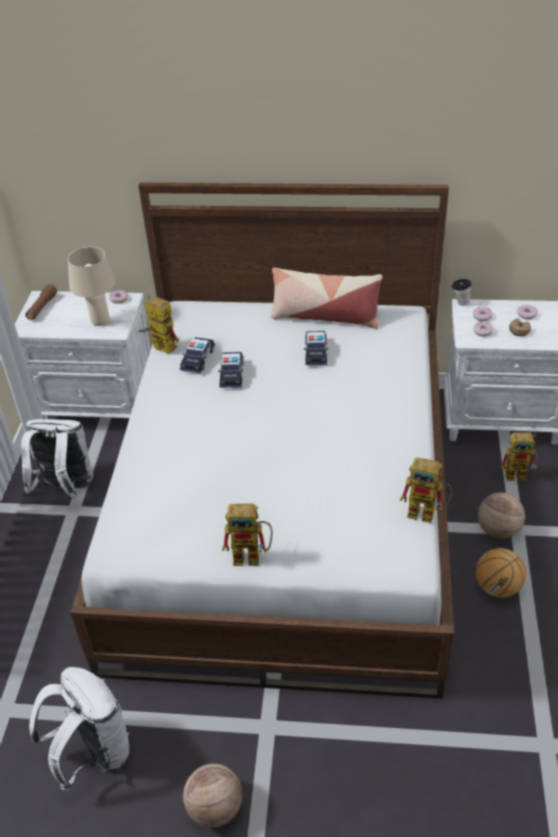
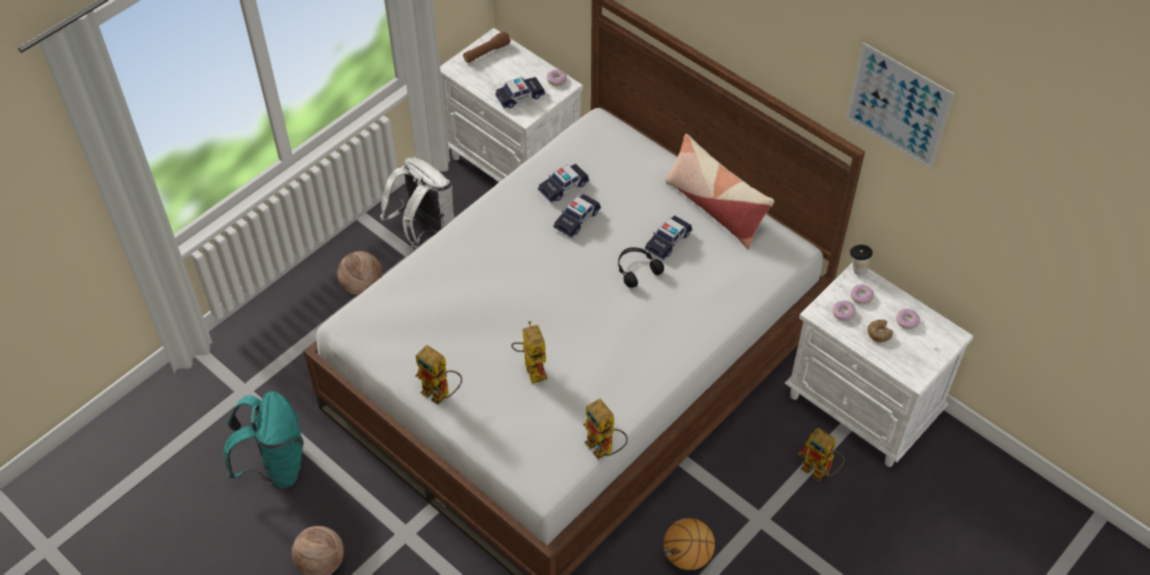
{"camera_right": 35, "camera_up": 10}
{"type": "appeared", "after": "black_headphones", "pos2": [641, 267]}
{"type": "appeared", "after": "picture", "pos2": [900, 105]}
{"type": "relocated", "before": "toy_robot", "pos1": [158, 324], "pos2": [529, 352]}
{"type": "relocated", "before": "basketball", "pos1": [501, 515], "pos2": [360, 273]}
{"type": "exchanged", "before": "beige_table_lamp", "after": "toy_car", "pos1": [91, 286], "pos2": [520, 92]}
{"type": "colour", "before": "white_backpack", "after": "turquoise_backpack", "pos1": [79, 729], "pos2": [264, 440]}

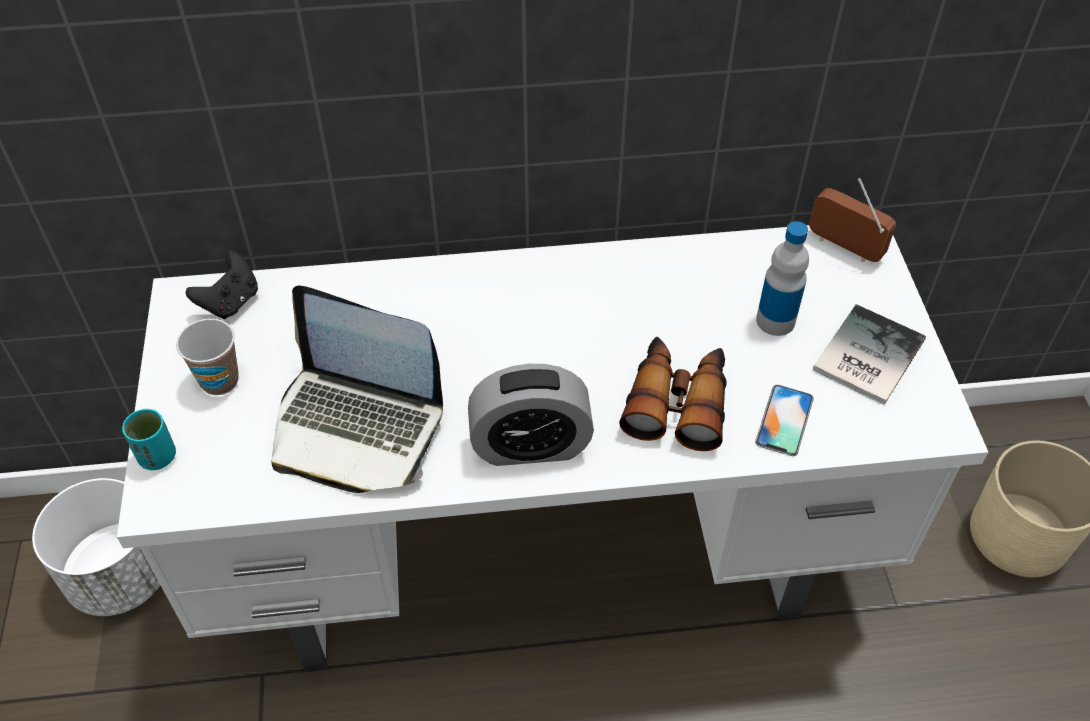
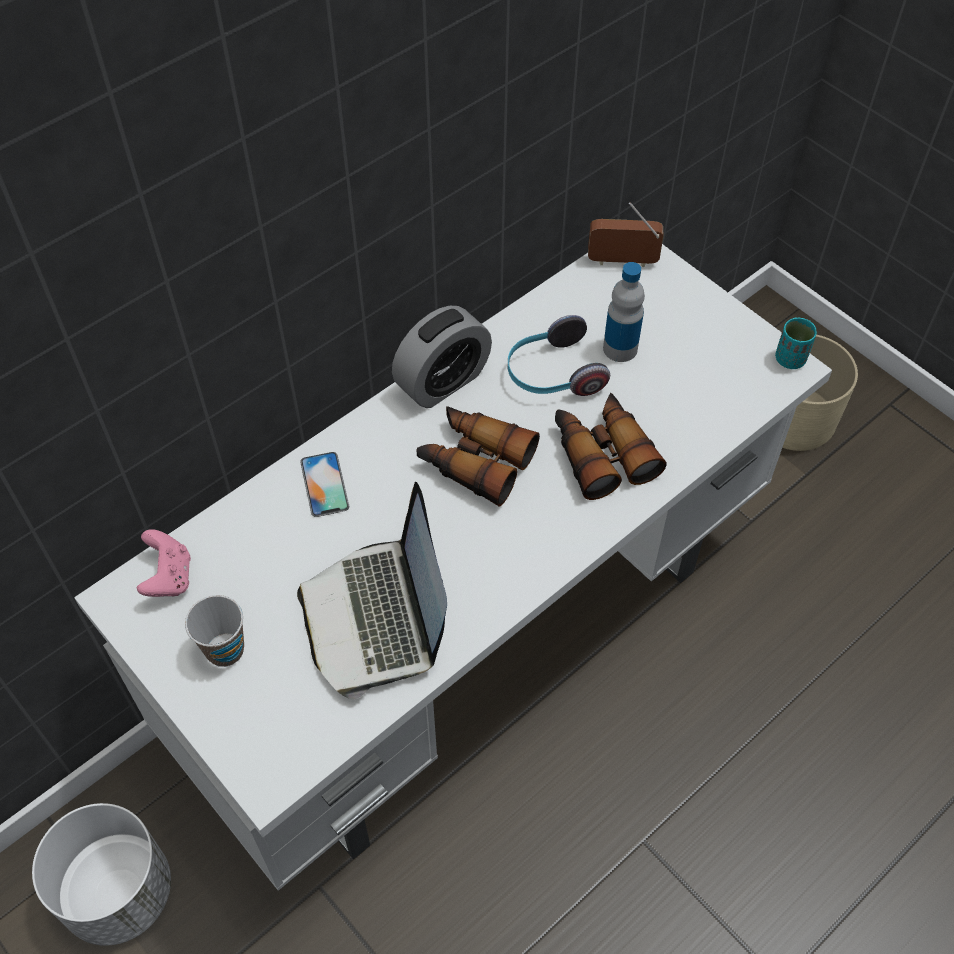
{"camera_right": -35, "camera_up": 5}
{"type": "missing", "before": "book", "pos1": [869, 354]}
{"type": "appeared", "after": "binoculars", "pos2": [478, 456]}
{"type": "appeared", "after": "headphones", "pos2": [559, 355]}
{"type": "relocated", "before": "turquoise_cup", "pos1": [149, 439], "pos2": [796, 343]}
{"type": "relocated", "before": "alarm_clock", "pos1": [531, 415], "pos2": [442, 357]}
{"type": "relocated", "before": "phone", "pos1": [784, 420], "pos2": [324, 484]}
{"type": "colour", "before": "black_game_controller", "after": "pink_game_controller", "pos1": [222, 284], "pos2": [164, 563]}
{"type": "spun", "before": "laptop", "pos1": [357, 389], "pos2": [372, 590], "turn": 90}

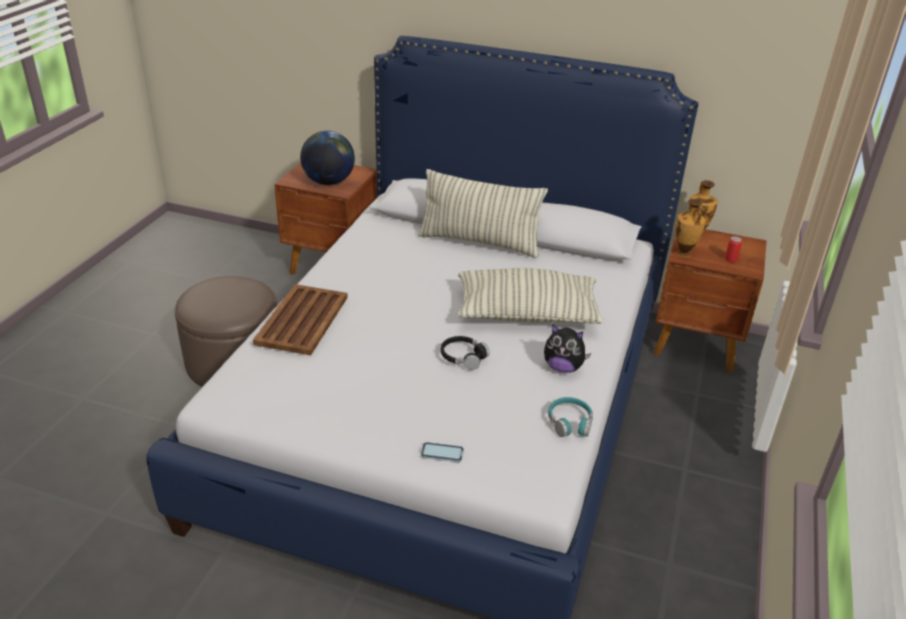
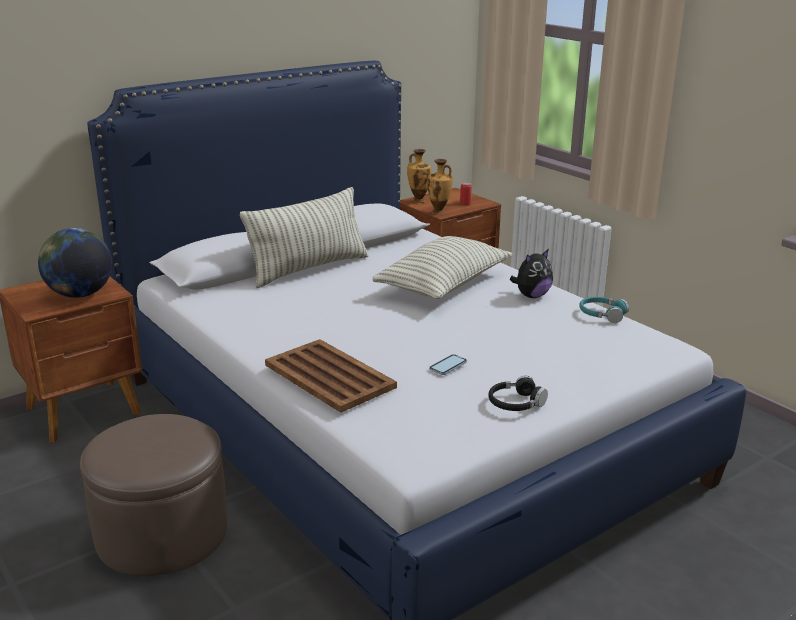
{"camera_right": -55, "camera_up": -10}
{"type": "relocated", "before": "phone", "pos1": [442, 452], "pos2": [448, 364]}
{"type": "relocated", "before": "black_headphones", "pos1": [465, 353], "pos2": [518, 393]}

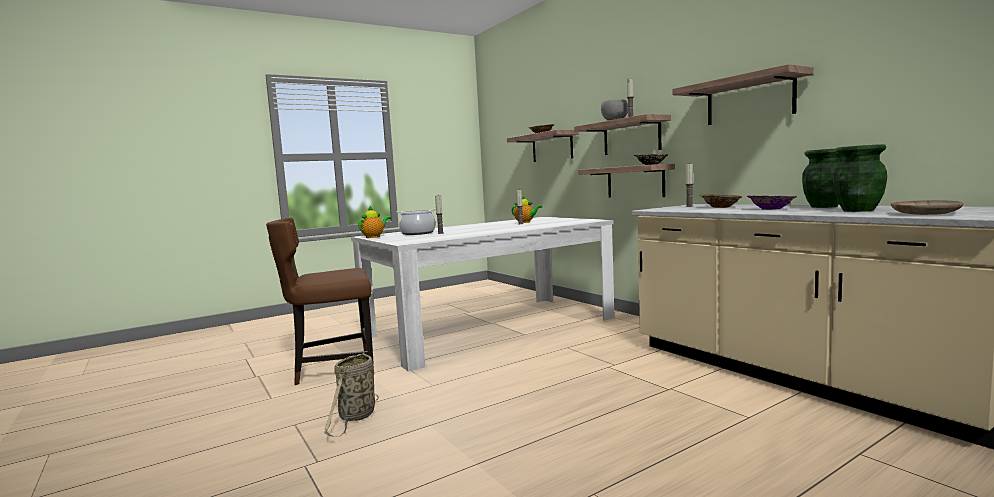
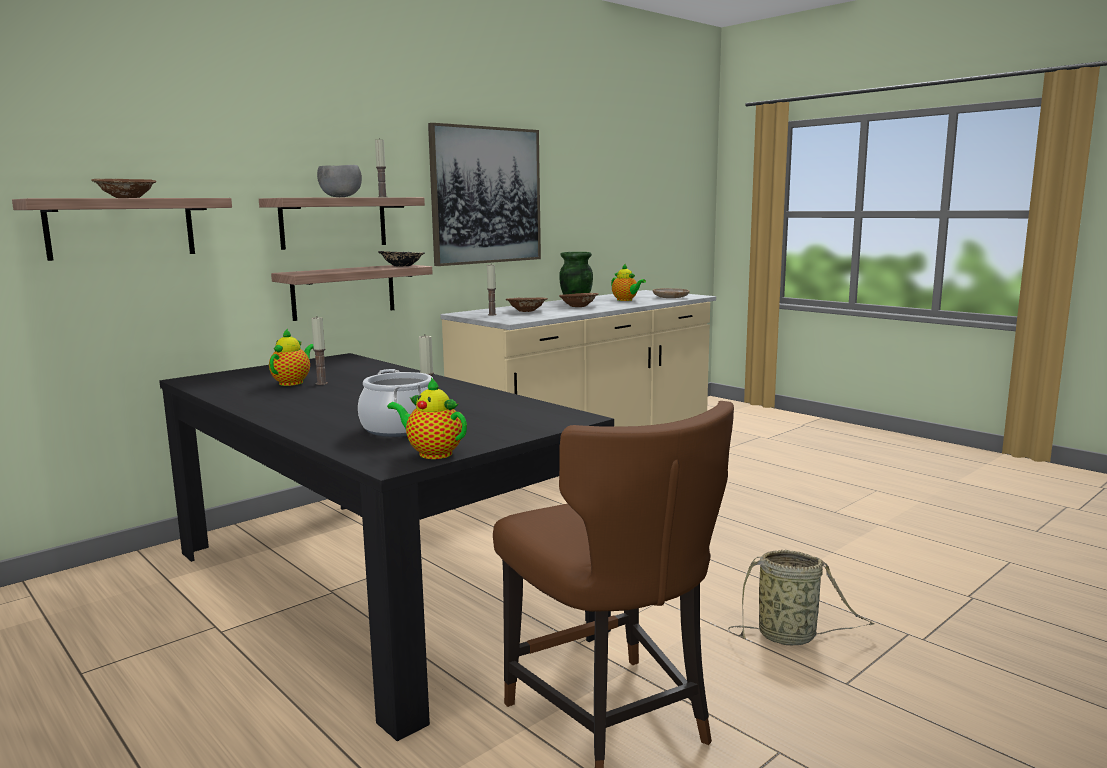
{"camera_right": -100, "camera_up": 5}
{"type": "exchanged", "before": "shelf", "after": "picture", "pos1": [742, 94], "pos2": [484, 194]}
{"type": "exchanged", "before": "green_vase", "after": "teapot", "pos1": [860, 178], "pos2": [628, 282]}
{"type": "colour", "before": "white_dining_table", "after": "black_dining_table", "pos1": [483, 294], "pos2": [386, 547]}
{"type": "colour", "before": "purple_bowl", "after": "brown_bowl", "pos1": [772, 202], "pos2": [579, 300]}

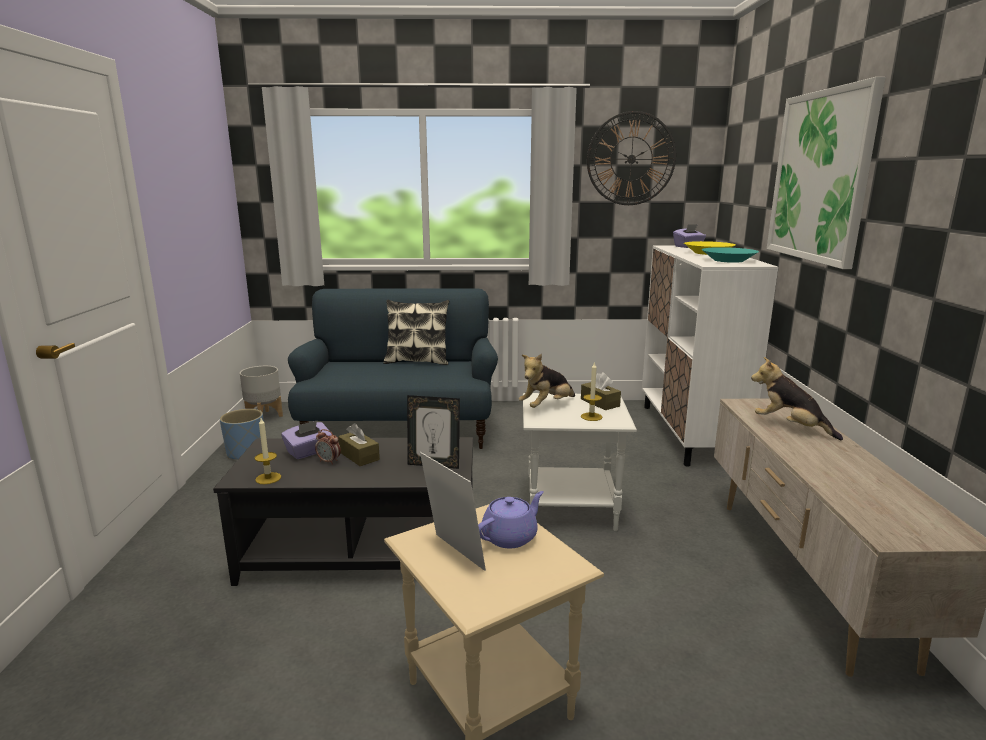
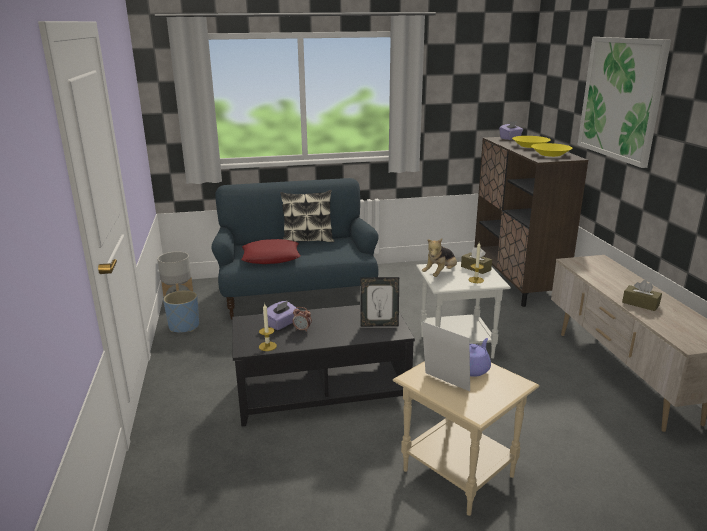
{"camera_right": -10, "camera_up": 5}
{"type": "missing", "before": "wall_clock", "pos1": [631, 158]}
{"type": "missing", "before": "plush_toy", "pos1": [797, 398]}
{"type": "appeared", "after": "red_pillow", "pos2": [271, 251]}
{"type": "relocated", "before": "brown_tissue_box", "pos1": [359, 444], "pos2": [642, 295]}
{"type": "colour", "before": "white_cabinet", "after": "brown_cabinet", "pos1": [710, 356], "pos2": [531, 222]}
{"type": "colour", "before": "turquoise_bowl", "after": "yellow_bowl", "pos1": [730, 255], "pos2": [552, 150]}

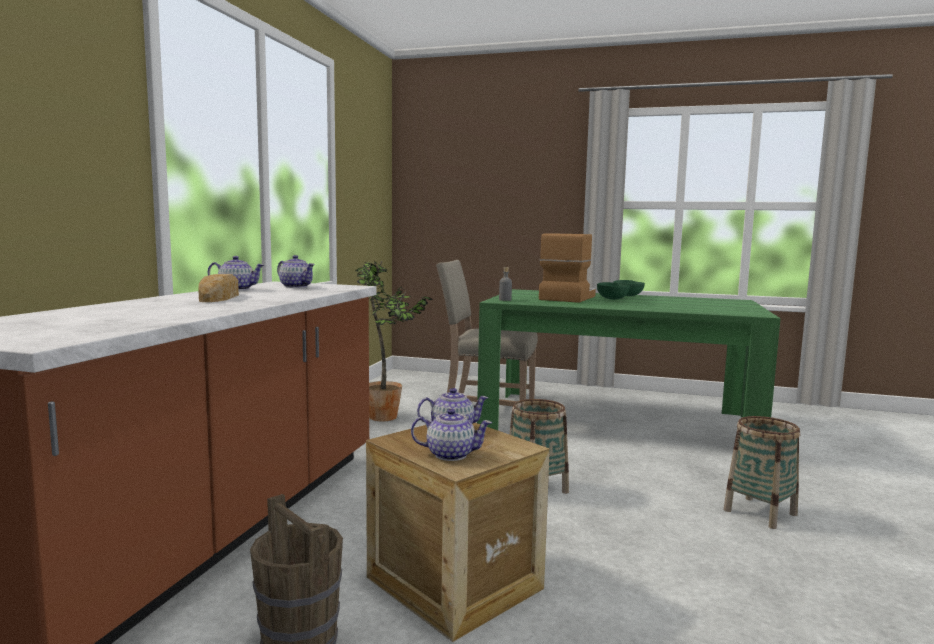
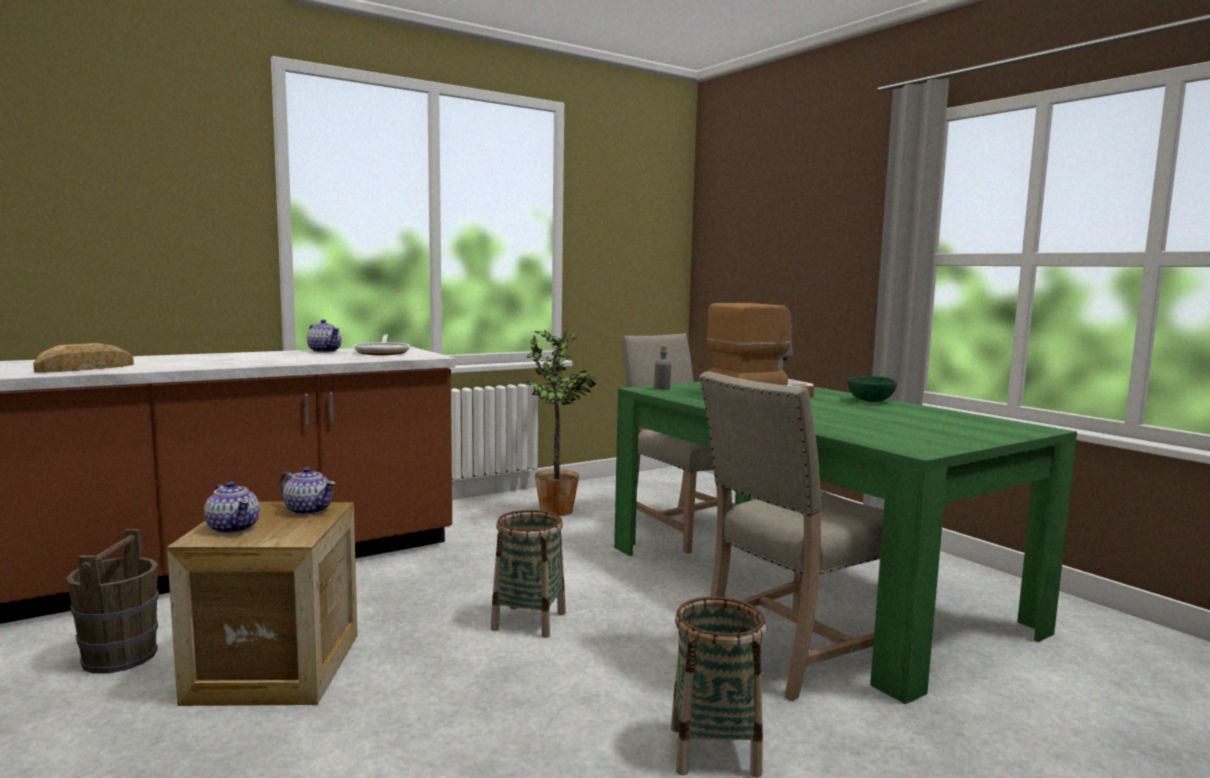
{"camera_right": 40, "camera_up": 0}
{"type": "missing", "before": "green_bowl", "pos1": [613, 291]}
{"type": "appeared", "after": "beige_chair", "pos2": [791, 536]}
{"type": "relocated", "before": "bread", "pos1": [218, 288], "pos2": [83, 358]}
{"type": "exchanged", "before": "teapot", "after": "frying_pan", "pos1": [296, 271], "pos2": [382, 344]}

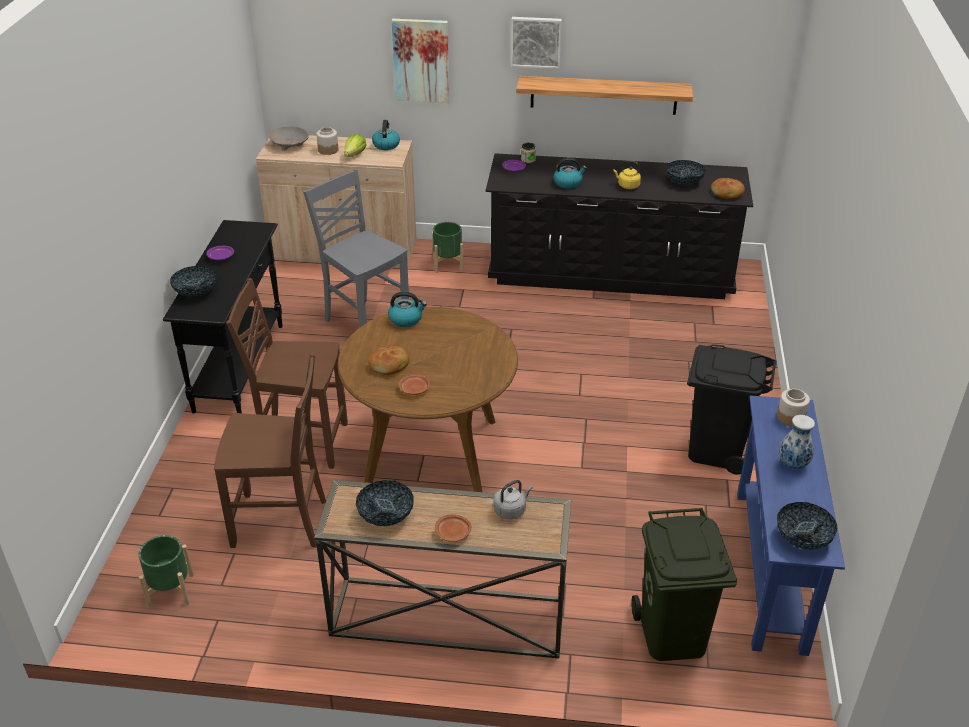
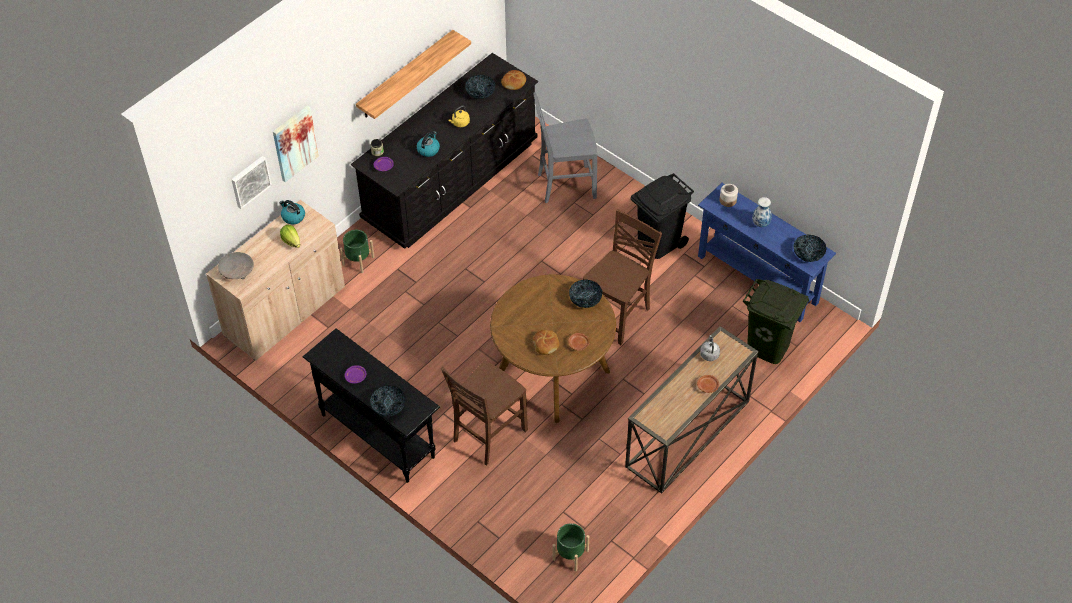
{"camera_right": -55, "camera_up": 15}
{"type": "missing", "before": "jar", "pos1": [327, 141]}
{"type": "missing", "before": "kettle", "pos1": [407, 309]}
{"type": "relocated", "before": "brown_chair", "pos1": [270, 450], "pos2": [622, 277]}
{"type": "relocated", "before": "grey_chair", "pos1": [356, 248], "pos2": [565, 147]}
{"type": "relocated", "before": "bowl", "pos1": [385, 503], "pos2": [585, 293]}
{"type": "relocated", "before": "picture", "pos1": [536, 43], "pos2": [251, 182]}

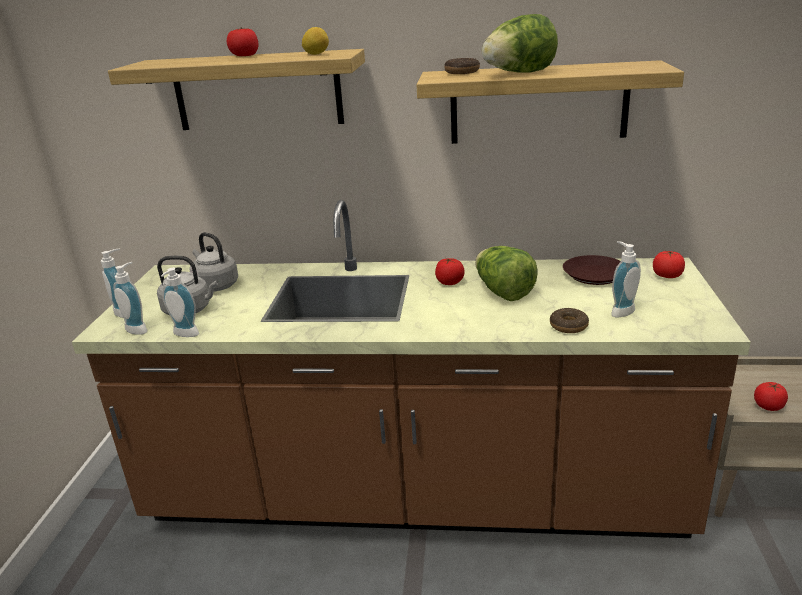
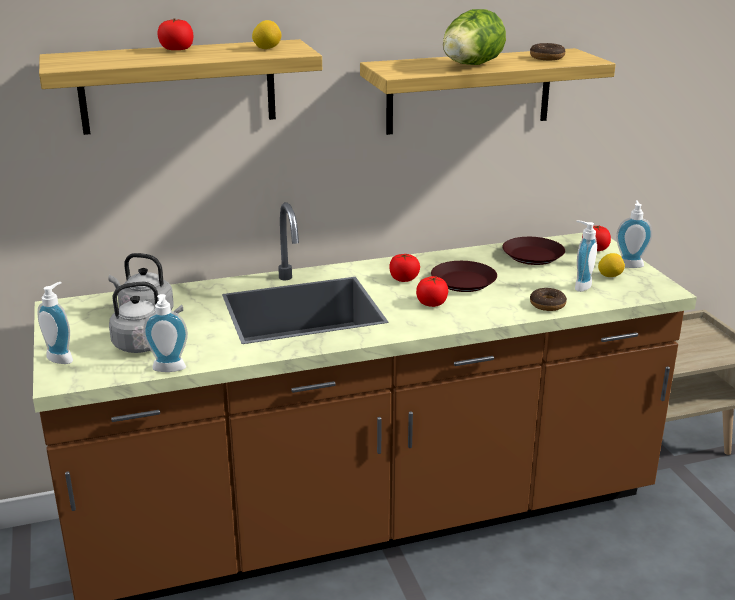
{"camera_right": -25, "camera_up": 0}
{"type": "appeared", "after": "lemon", "pos2": [611, 265]}
{"type": "relocated", "before": "soap_dispenser", "pos1": [130, 298], "pos2": [634, 234]}
{"type": "relocated", "before": "donut", "pos1": [462, 66], "pos2": [547, 51]}
{"type": "relocated", "before": "tomato", "pos1": [771, 396], "pos2": [432, 291]}
{"type": "exchanged", "before": "lettuce", "after": "brown_plate", "pos1": [506, 273], "pos2": [464, 276]}

